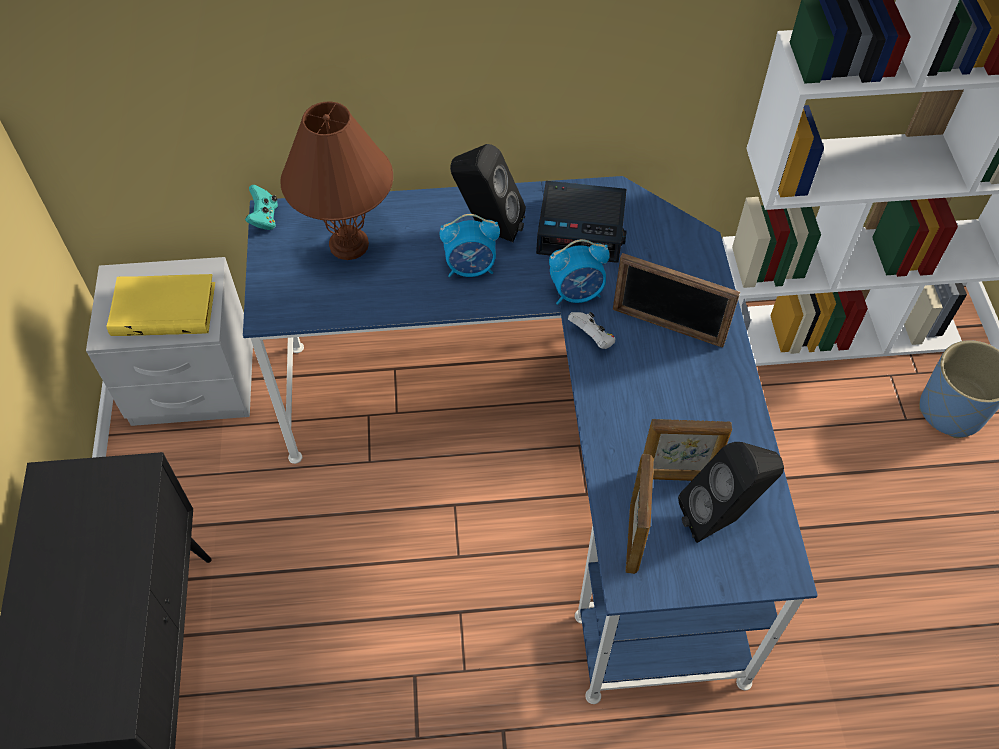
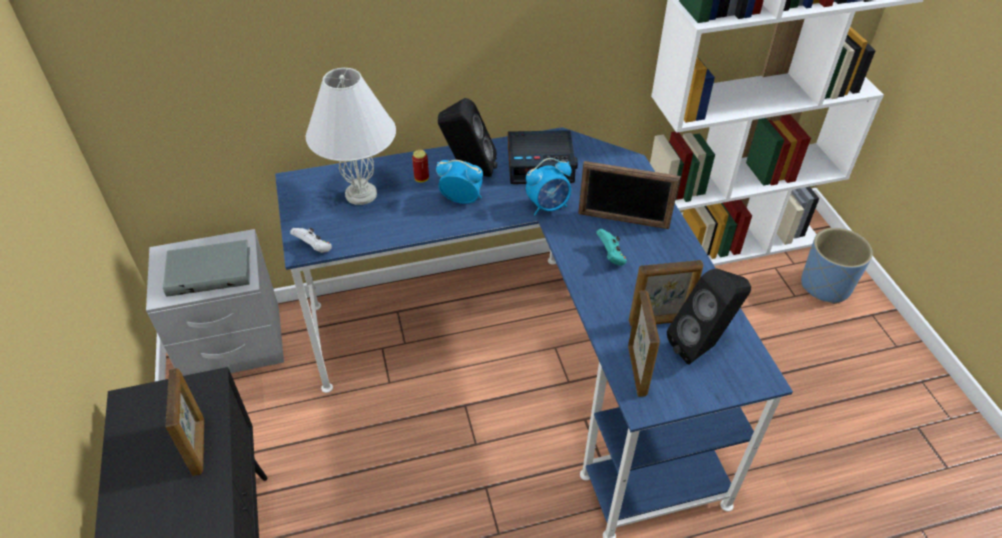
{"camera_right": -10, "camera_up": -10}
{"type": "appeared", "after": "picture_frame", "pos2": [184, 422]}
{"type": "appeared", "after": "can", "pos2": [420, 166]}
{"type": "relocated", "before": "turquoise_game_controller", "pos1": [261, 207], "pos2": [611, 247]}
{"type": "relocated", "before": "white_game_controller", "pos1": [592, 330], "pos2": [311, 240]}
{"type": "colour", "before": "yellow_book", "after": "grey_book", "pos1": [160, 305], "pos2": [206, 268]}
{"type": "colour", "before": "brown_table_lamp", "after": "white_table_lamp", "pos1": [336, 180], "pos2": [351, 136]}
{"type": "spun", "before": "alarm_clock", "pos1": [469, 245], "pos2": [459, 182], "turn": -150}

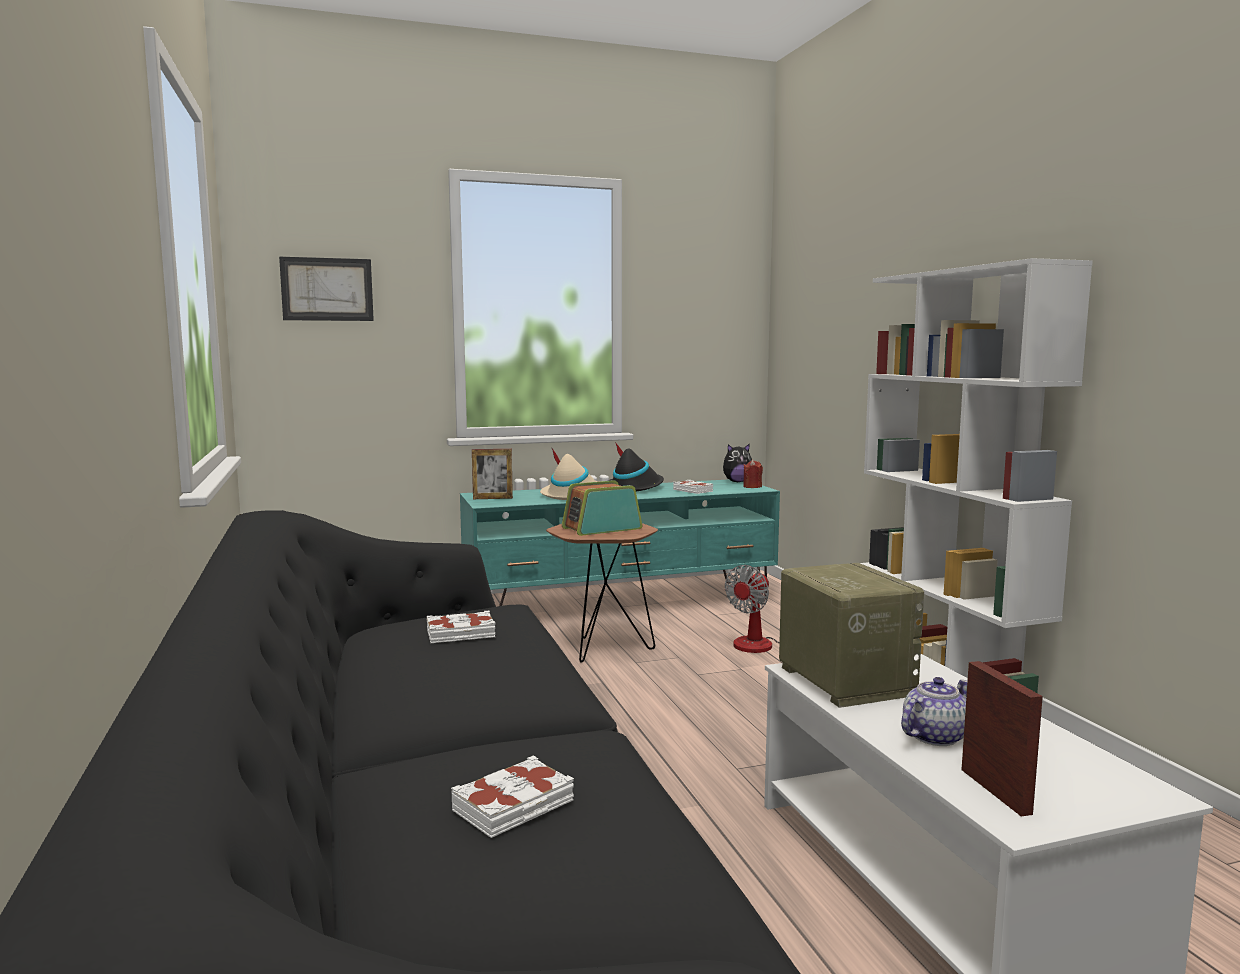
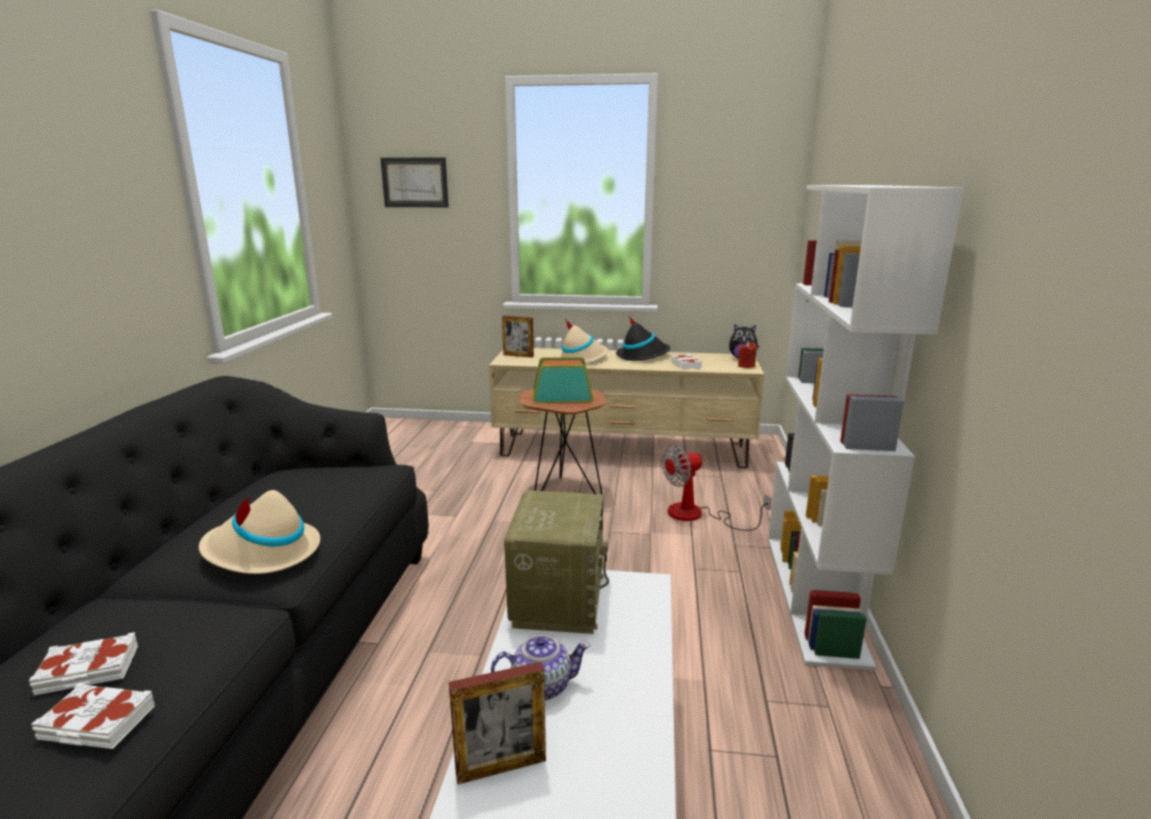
{"camera_right": 25, "camera_up": 10}
{"type": "appeared", "after": "beige_hat", "pos2": [259, 532]}
{"type": "relocated", "before": "white_book", "pos1": [461, 627], "pos2": [93, 716]}
{"type": "colour", "before": "turquoise_tv_stand", "after": "beige_tv_stand", "pos1": [620, 543], "pos2": [626, 408]}
{"type": "spun", "before": "picture_frame", "pos1": [1002, 738], "pos2": [497, 723], "turn": 60}

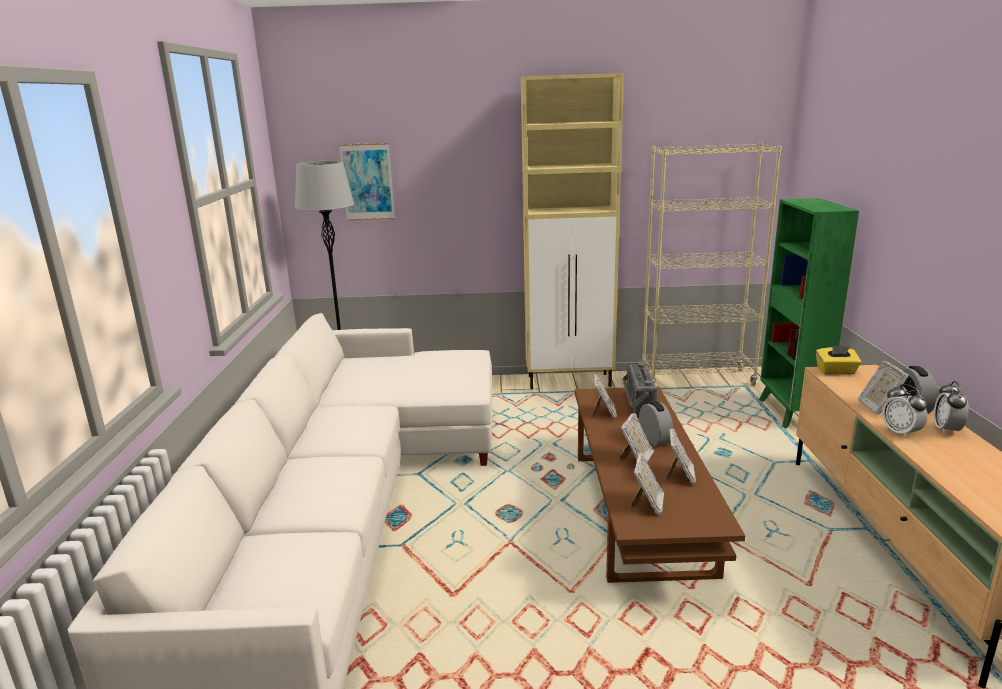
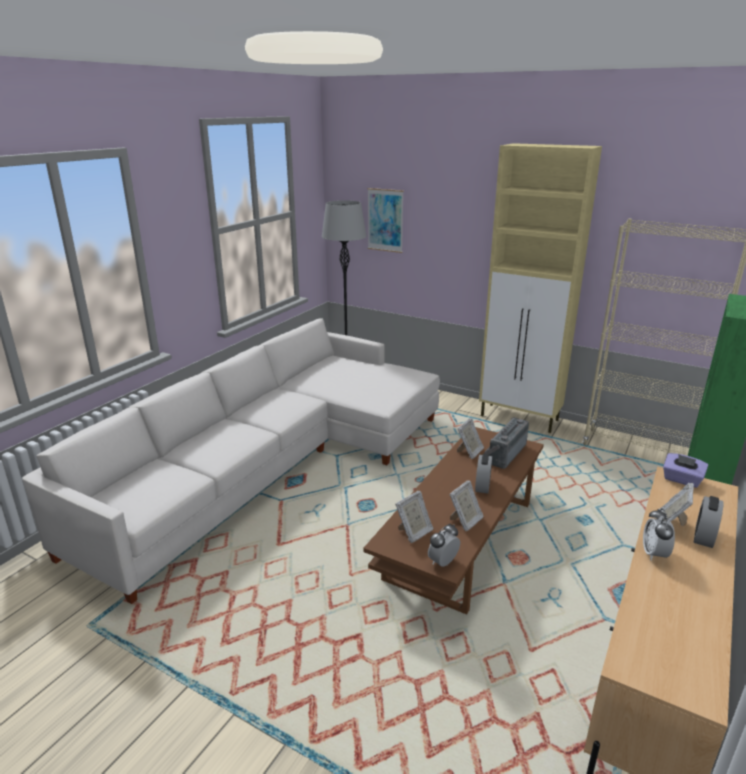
{"camera_right": 30, "camera_up": 5}
{"type": "missing", "before": "picture_frame", "pos1": [637, 438]}
{"type": "relocated", "before": "alarm_clock", "pos1": [951, 408], "pos2": [444, 545]}
{"type": "colour", "before": "yellow_tissue_box", "after": "purple_tissue_box", "pos1": [839, 360], "pos2": [685, 470]}

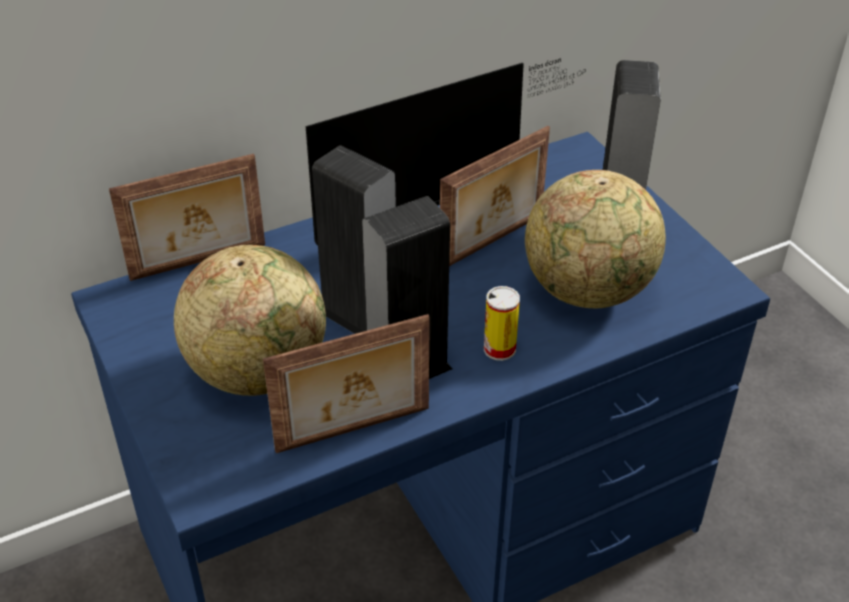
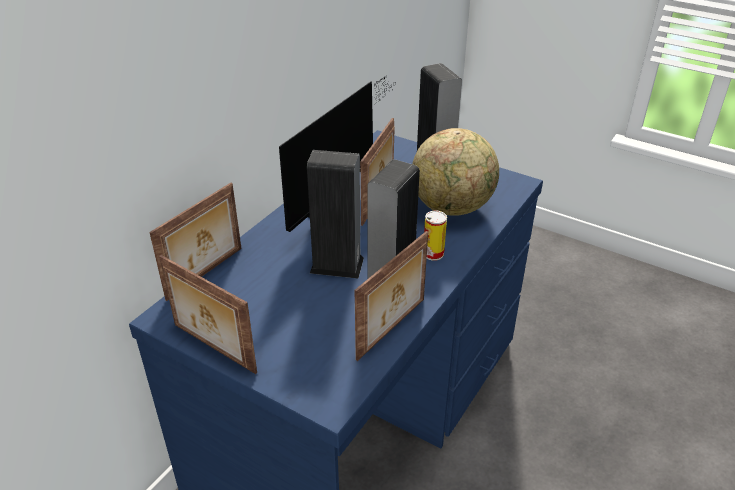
{"camera_right": -30, "camera_up": -5}
{"type": "missing", "before": "globe", "pos1": [250, 320]}
{"type": "appeared", "after": "picture_frame", "pos2": [208, 314]}

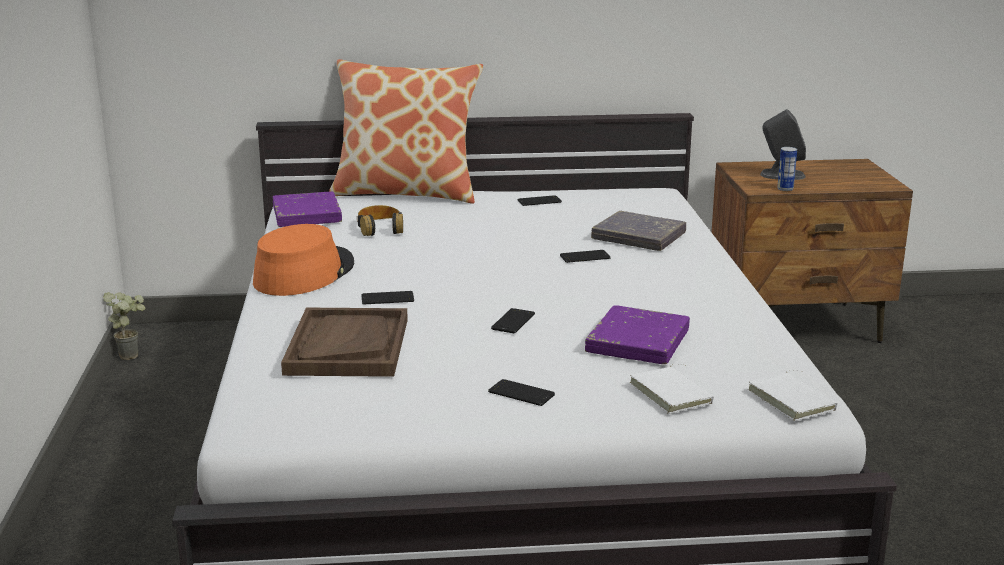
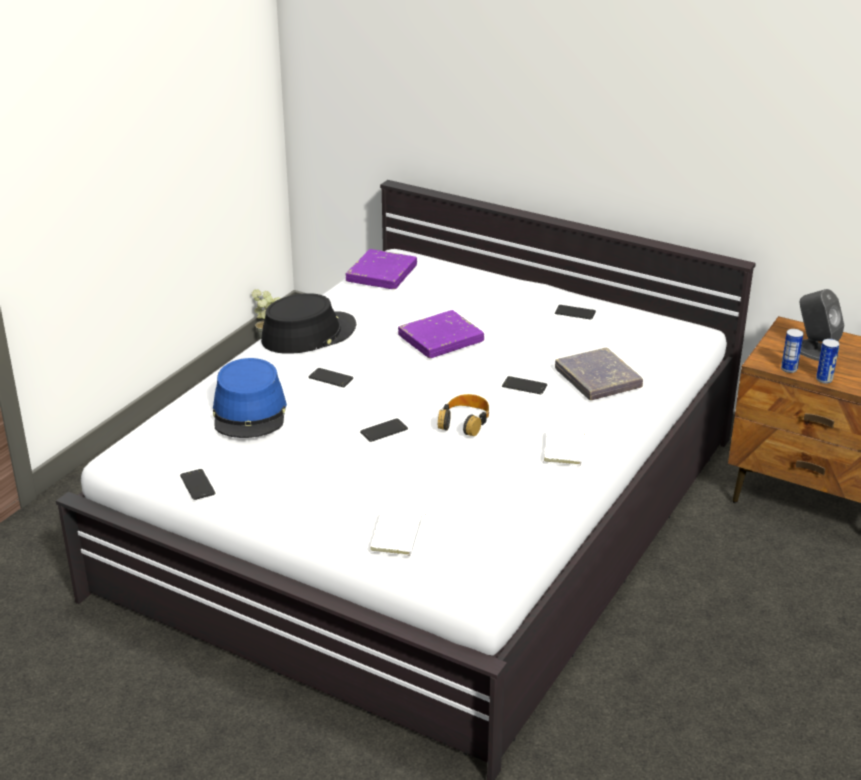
{"camera_right": 35, "camera_up": 10}
{"type": "missing", "before": "pillow", "pos1": [406, 131]}
{"type": "appeared", "after": "can", "pos2": [827, 361]}
{"type": "relocated", "before": "headphones", "pos1": [380, 220], "pos2": [463, 415]}
{"type": "relocated", "before": "phone", "pos1": [521, 392], "pos2": [197, 484]}
{"type": "relocated", "before": "purple_book", "pos1": [637, 334], "pos2": [441, 334]}
{"type": "relocated", "before": "white_book", "pos1": [793, 395], "pos2": [570, 446]}
{"type": "exchanged", "before": "brown_tray", "after": "blue_hat", "pos1": [344, 342], "pos2": [250, 398]}
{"type": "colour", "before": "orange_hat", "after": "black_hat", "pos1": [303, 260], "pos2": [308, 323]}

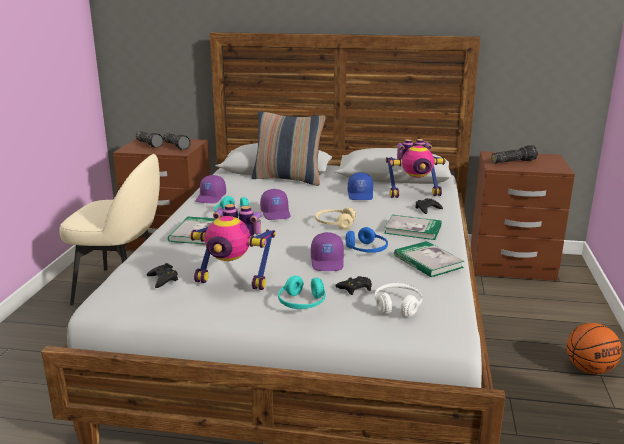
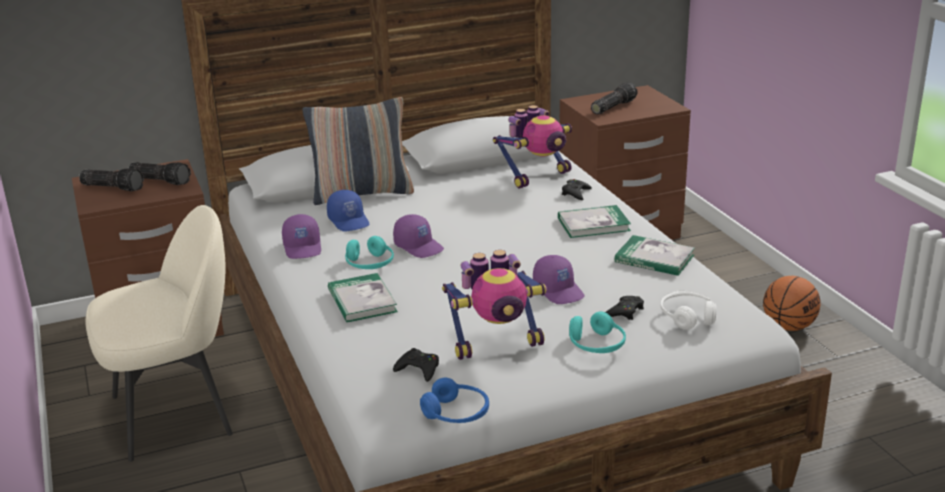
{"camera_right": -30, "camera_up": 5}
{"type": "missing", "before": "beige_headphones", "pos1": [335, 218]}
{"type": "relocated", "before": "blue_headphones", "pos1": [367, 240], "pos2": [454, 400]}
{"type": "relocated", "before": "blue_cap", "pos1": [360, 186], "pos2": [348, 210]}

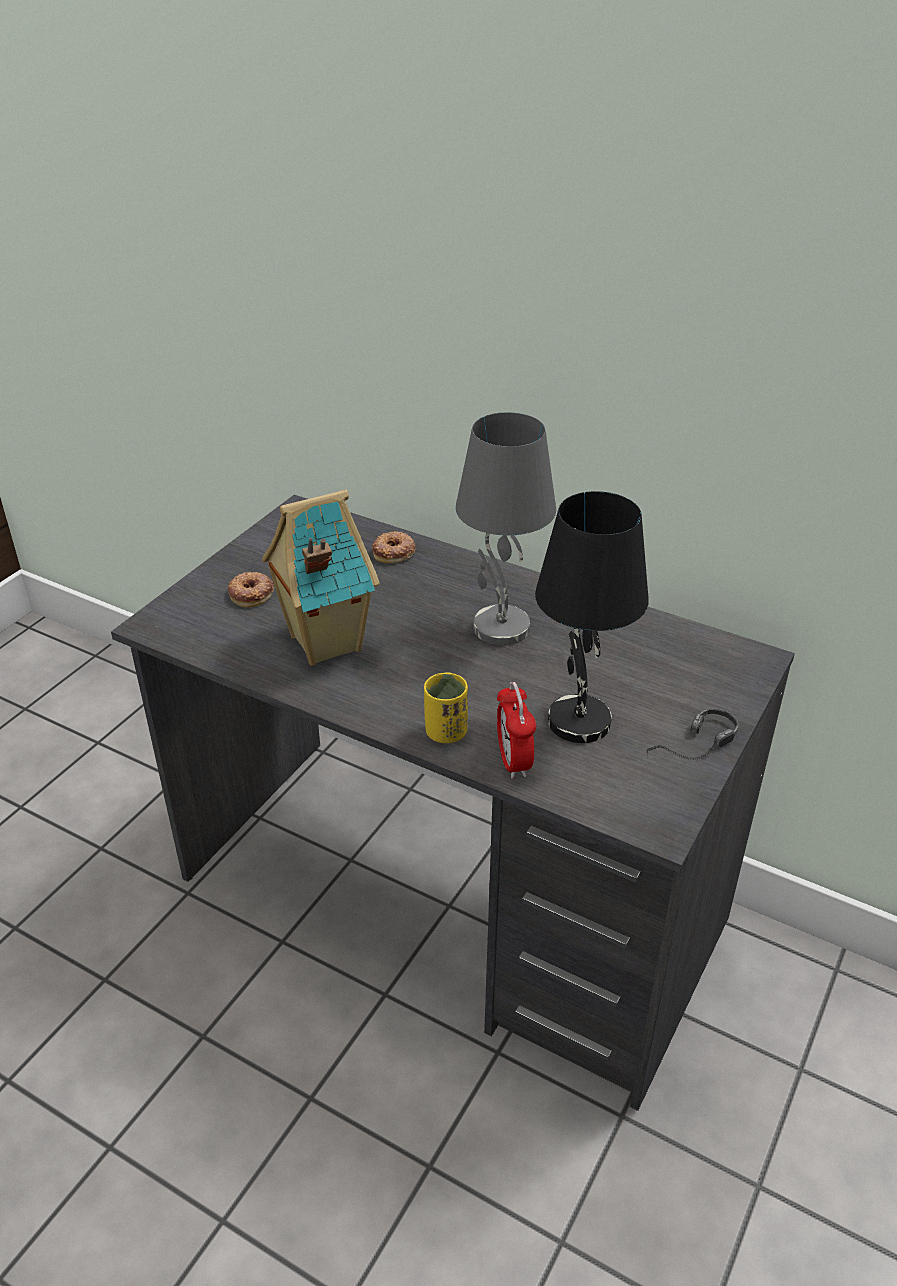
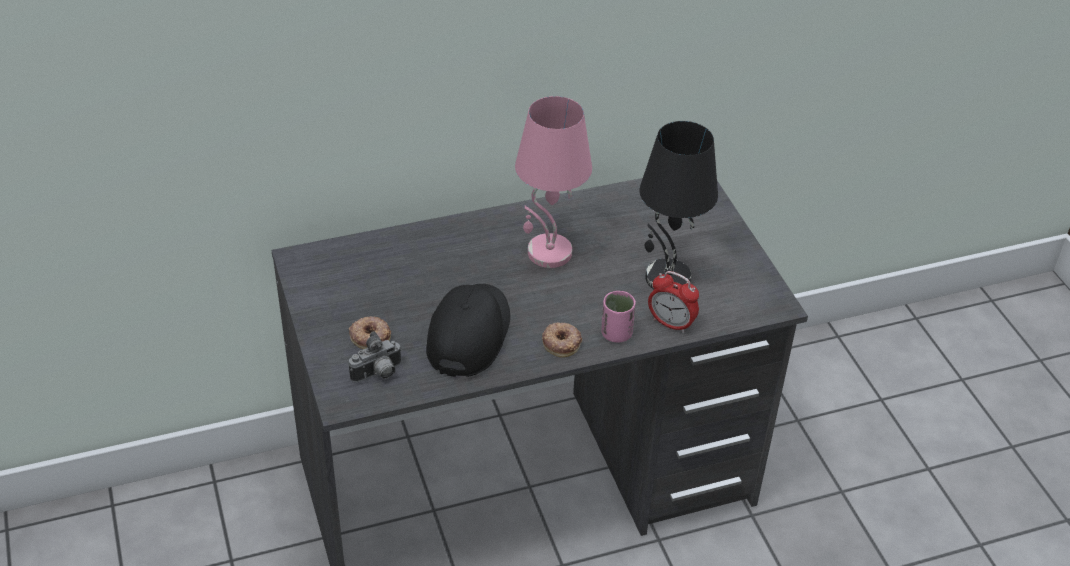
{"camera_right": -50, "camera_up": 5}
{"type": "missing", "before": "headphones", "pos1": [692, 734]}
{"type": "appeared", "after": "photo_camera", "pos2": [375, 357]}
{"type": "relocated", "before": "donut", "pos1": [394, 547], "pos2": [562, 340]}
{"type": "exchanged", "before": "toy_house", "after": "black_cap", "pos1": [321, 578], "pos2": [468, 330]}
{"type": "colour", "before": "yellow_cup", "after": "pink_cup", "pos1": [446, 707], "pos2": [618, 317]}
{"type": "colour", "before": "grey_table_lamp", "after": "pink_table_lamp", "pos1": [506, 528], "pos2": [553, 182]}

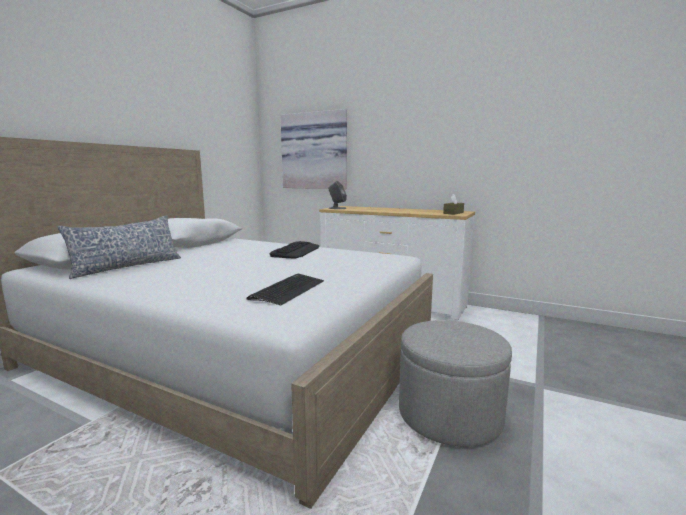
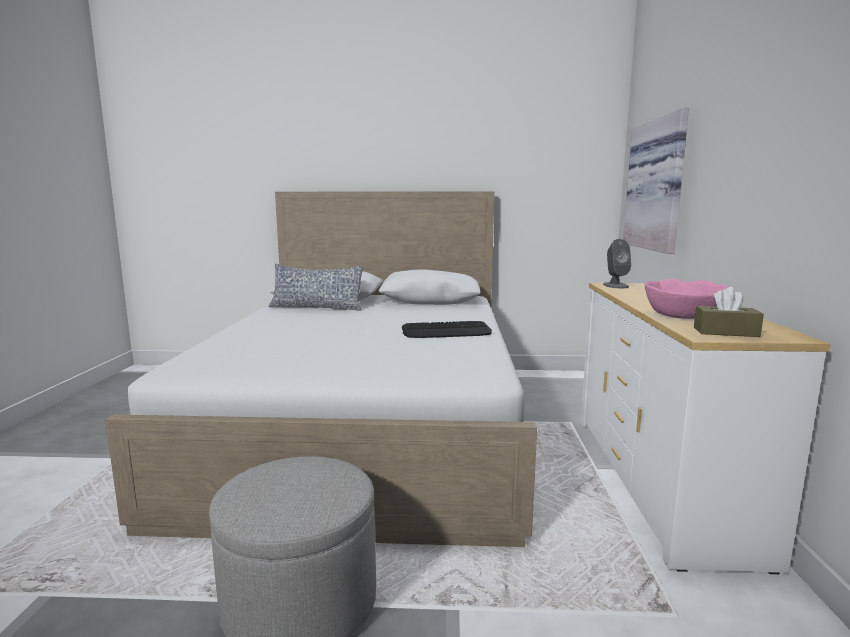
{"camera_right": 65, "camera_up": 0}
{"type": "missing", "before": "keyboard", "pos1": [285, 289]}
{"type": "appeared", "after": "pink_bowl", "pos2": [686, 299]}

